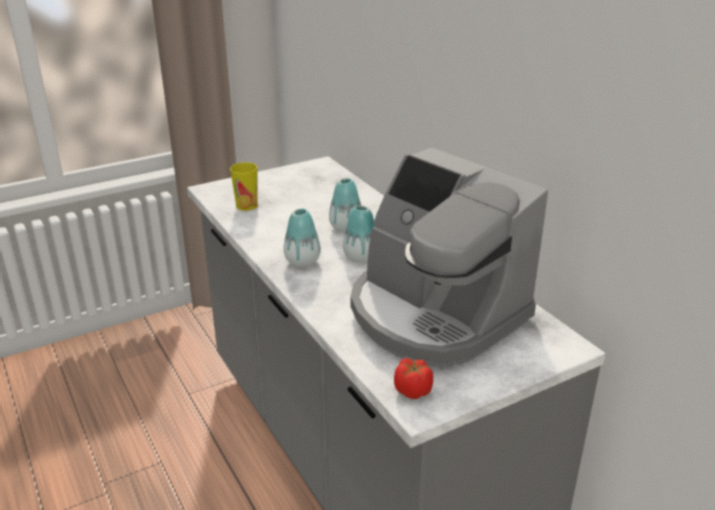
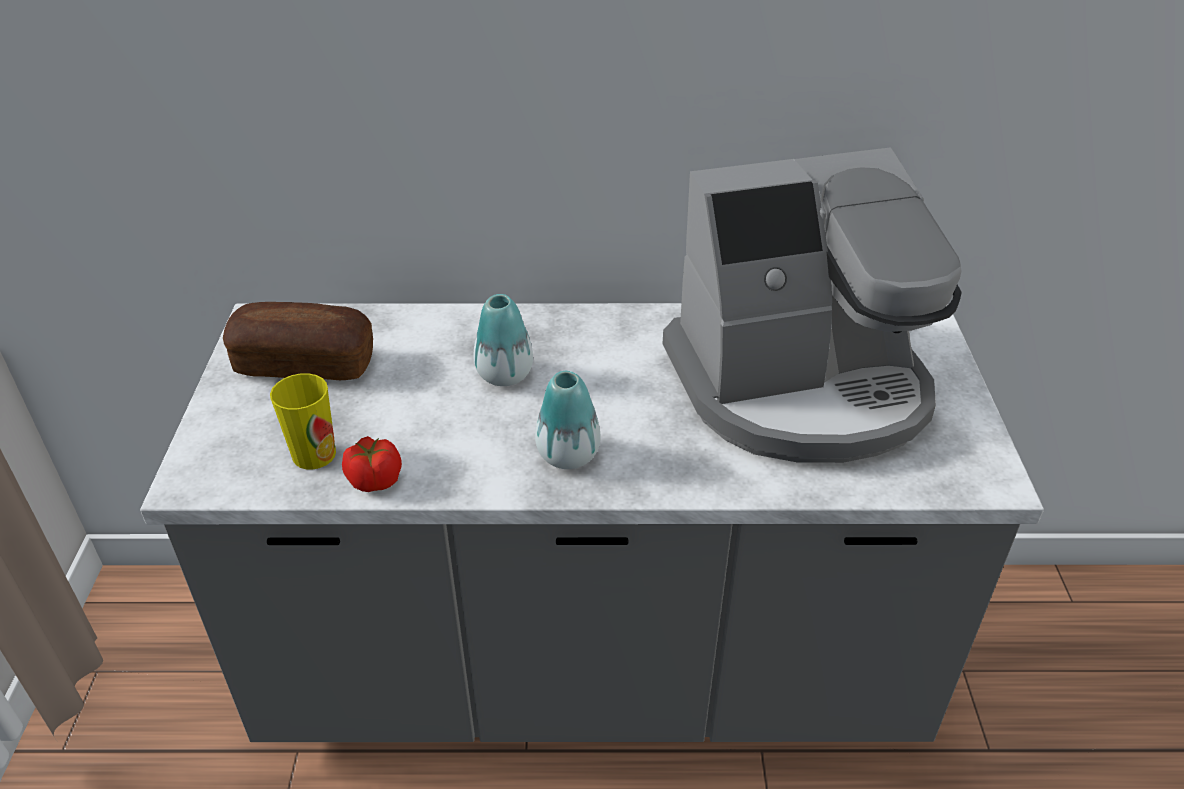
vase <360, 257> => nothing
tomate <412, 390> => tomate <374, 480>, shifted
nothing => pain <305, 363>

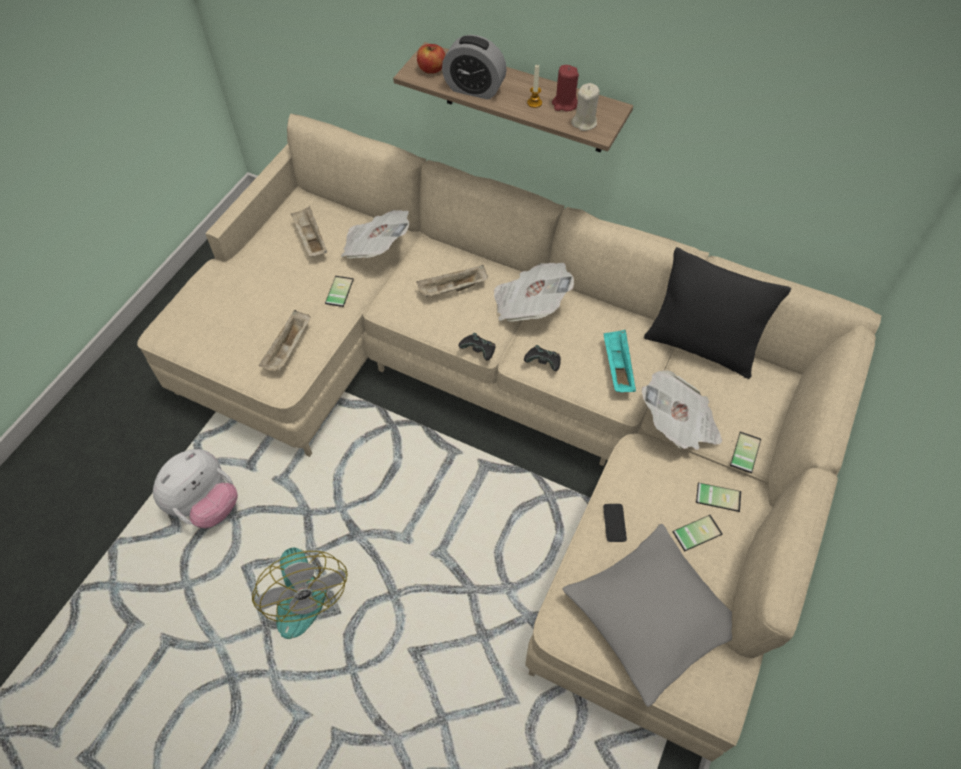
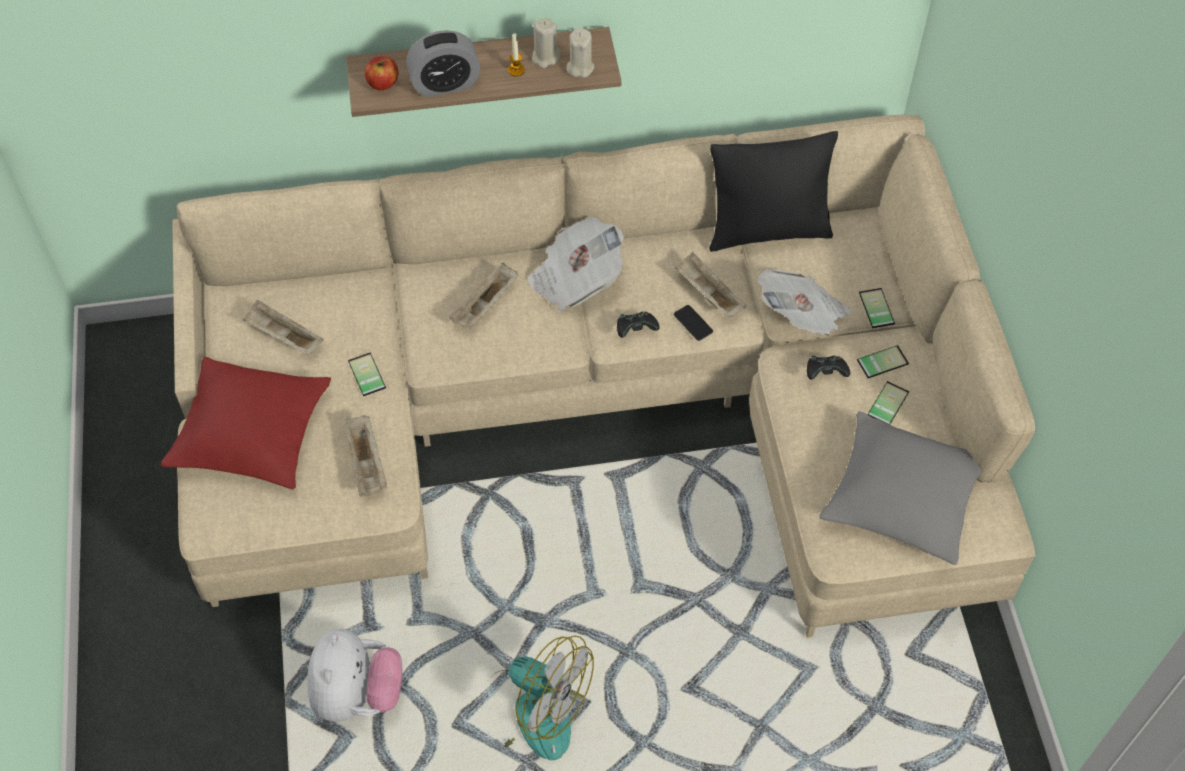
bougie/rouge <564, 104> => bougie/beige <545, 57>
journal <376, 247> => nothing
plateau/turquoise <617, 367> => plateau/beige <707, 294>
manette/noir <479, 351> => manette/noir <825, 373>, shifted
téléphone <614, 523> => téléphone <693, 323>, shifted
nothing => coussin/rouge <251, 432>

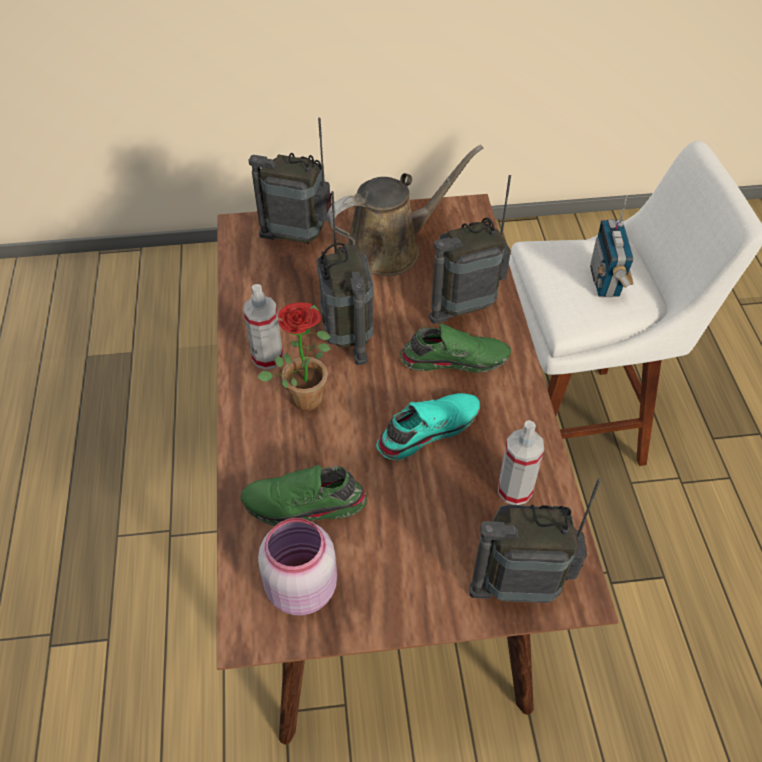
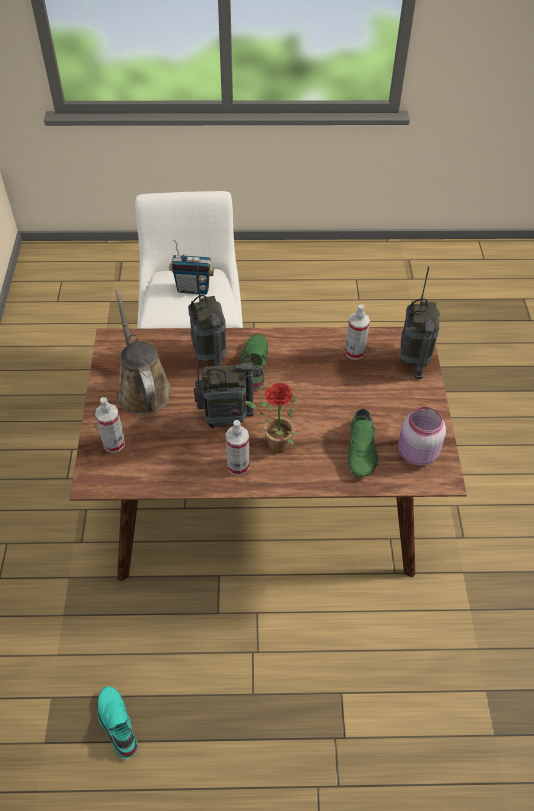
radio <298, 236> => vaporisateur <114, 444>
chaussure/turquoise <427, 429> => chaussure/turquoise <116, 724>, shifted

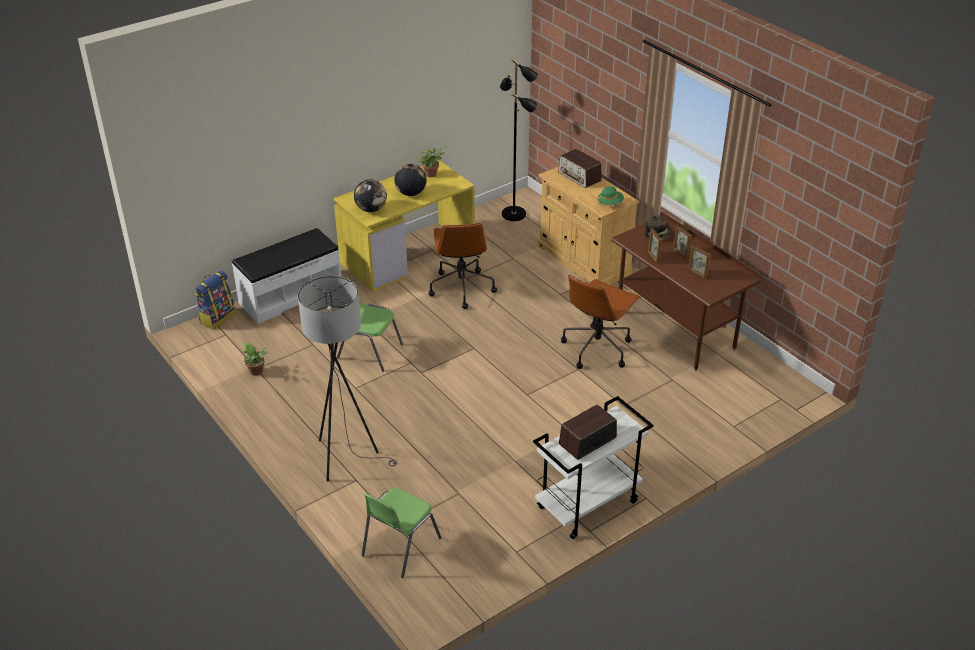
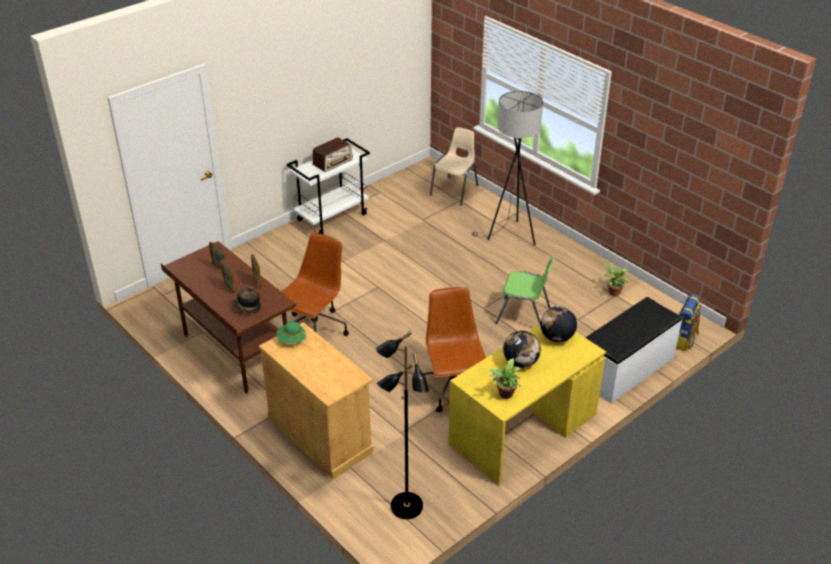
radio <579, 177> => nothing
chaise/vert <399, 547> => chaise/beige <455, 190>

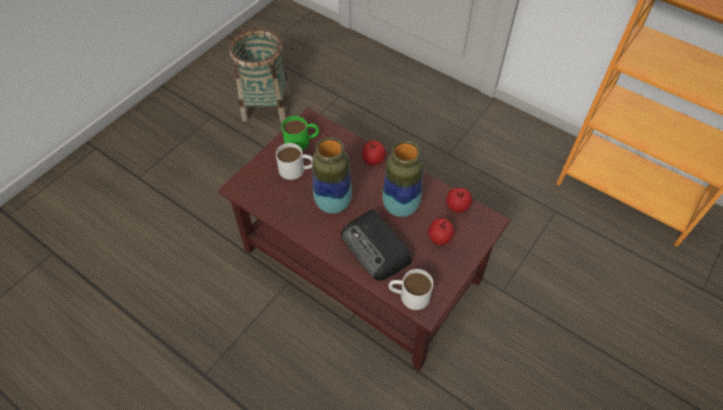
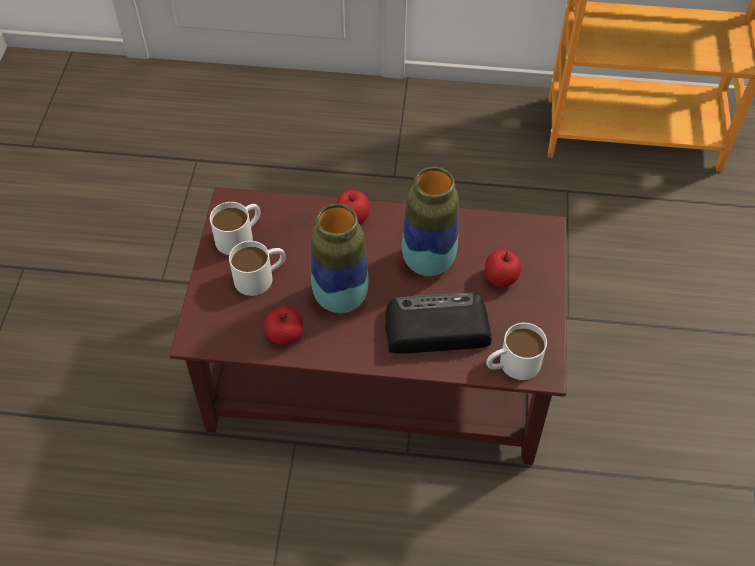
panier <266, 106> => nothing
mug/vert <302, 141> => mug/blanc <240, 235>
pomme <457, 206> => pomme <285, 335>, shifted
radio <376, 248> => radio <435, 328>, 150 degrees clockwise

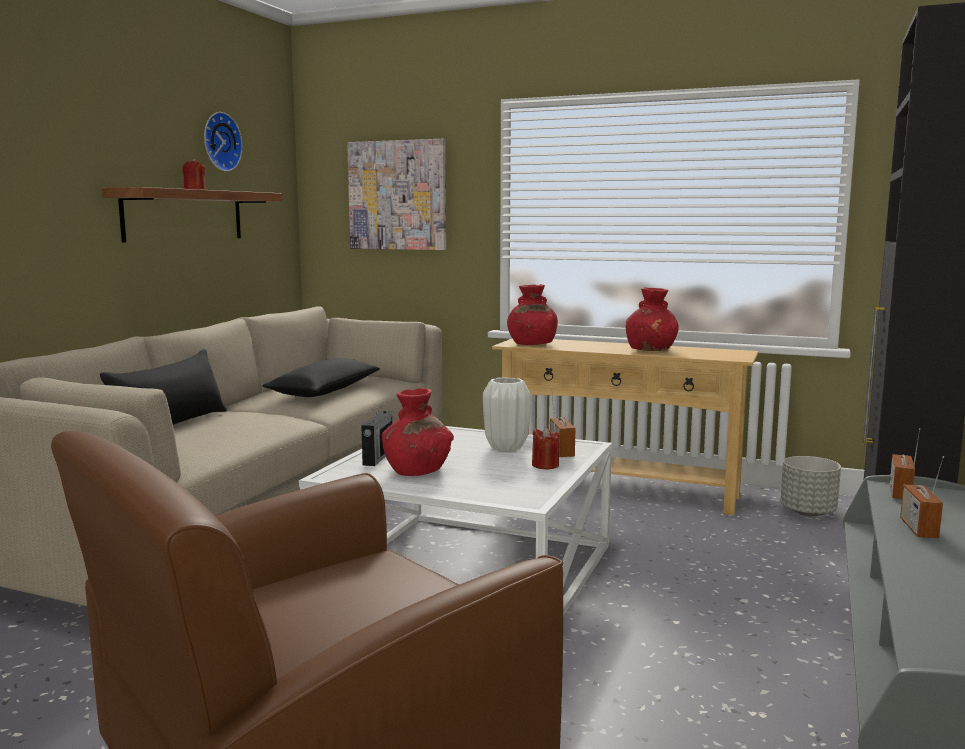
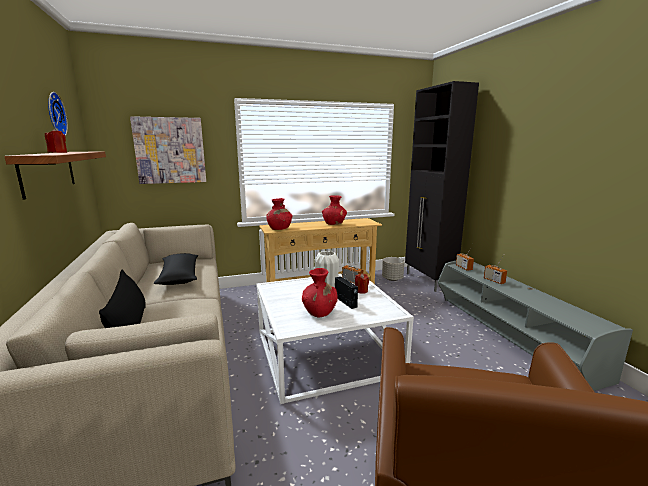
radio <377, 457> => radio <345, 302>, shifted

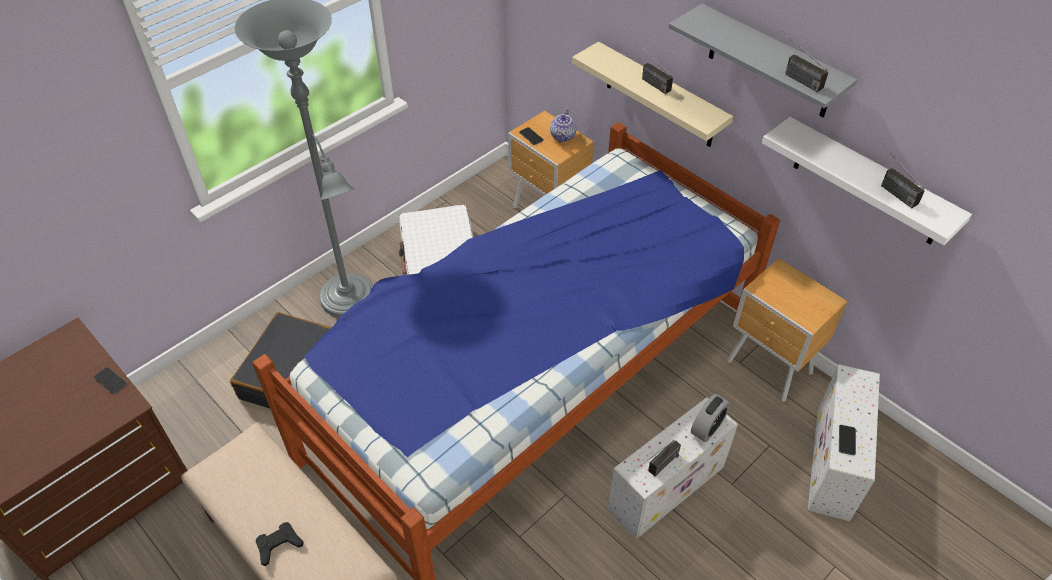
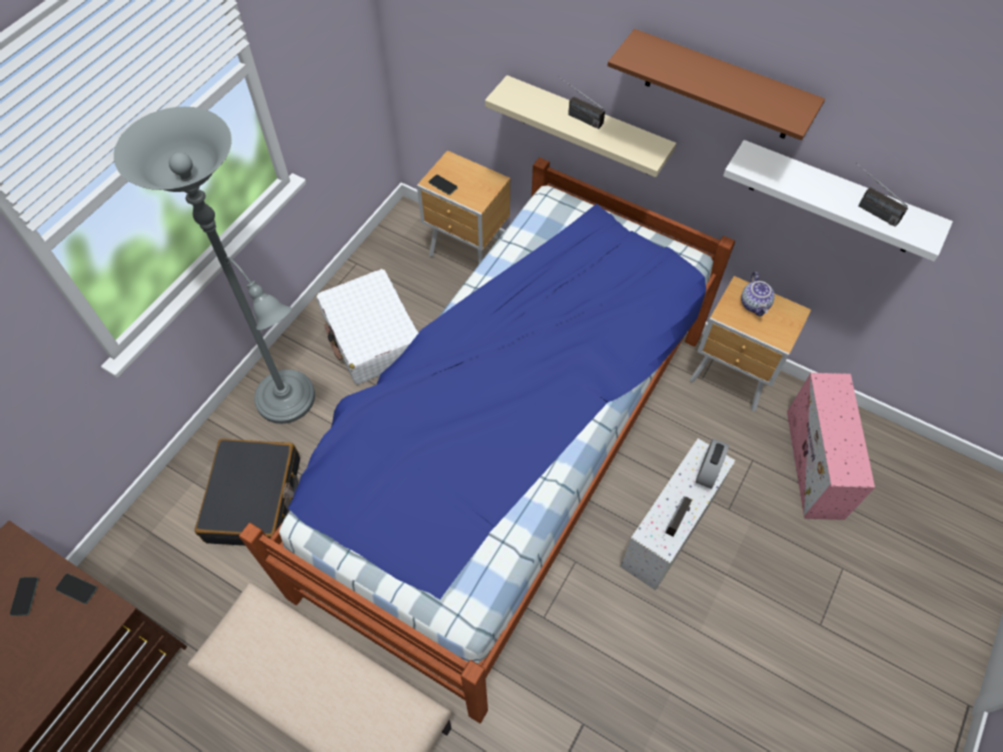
étagère/gris <770, 63> => étagère/marron <720, 86>
radio <794, 76> => nothing
théière <563, 136> => théière <755, 304>, shifted
boîte de rangement/blanc <833, 464> => boîte de rangement/rose <815, 465>
téléphone <847, 440> => téléphone <24, 596>, shifted
manette/noir <279, 545> => nothing

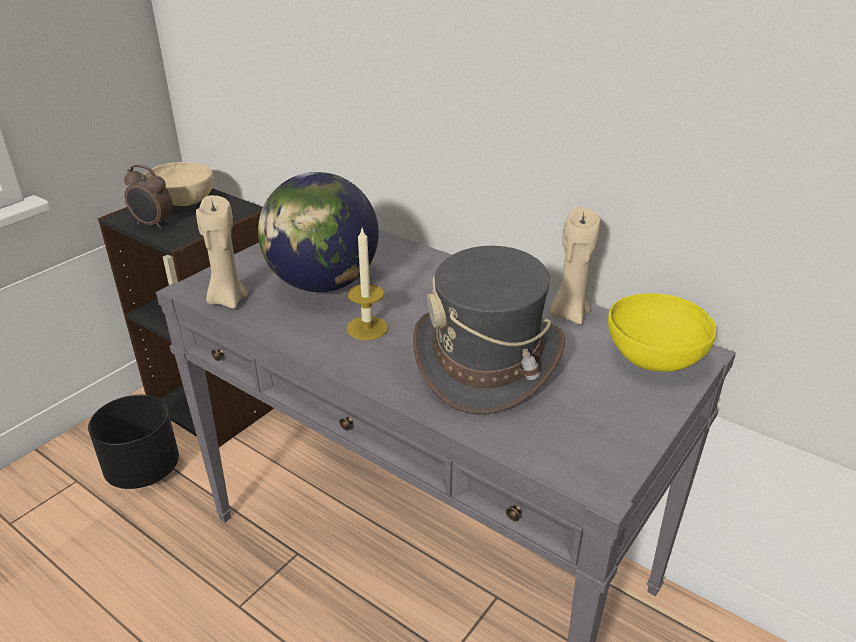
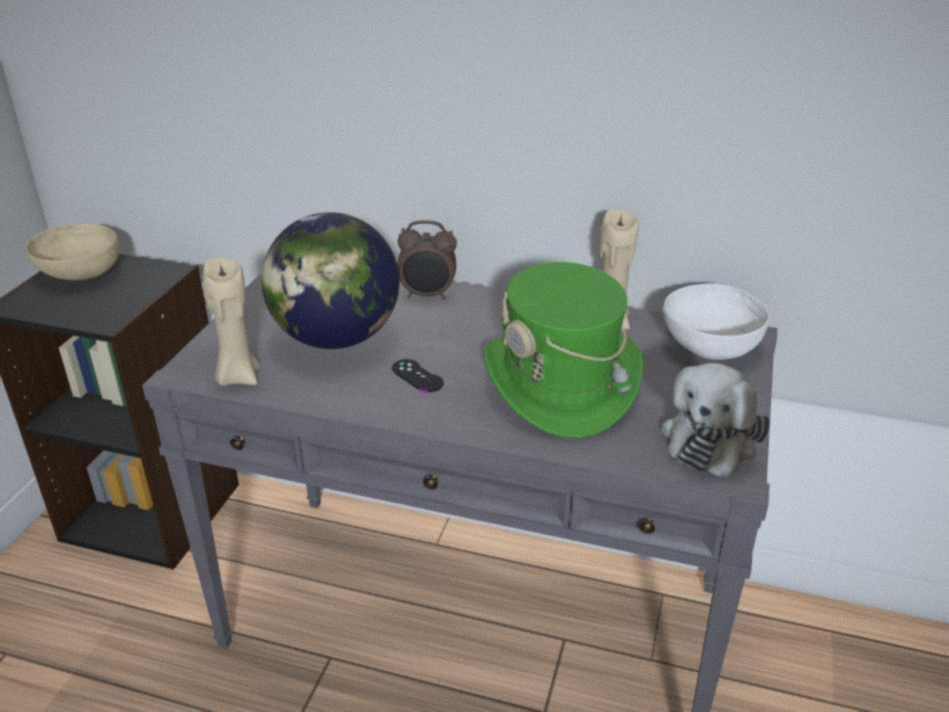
réveil <153, 225> => réveil <428, 295>, shifted
bougie <367, 328> => manette/noir <417, 376>
chapeau/gris <488, 361> => chapeau/vert <561, 384>
bol/jaune <654, 355> => bol/blanc <710, 345>
cache-pot/noir <143, 470> => nothing
nothing => peluche <711, 438>

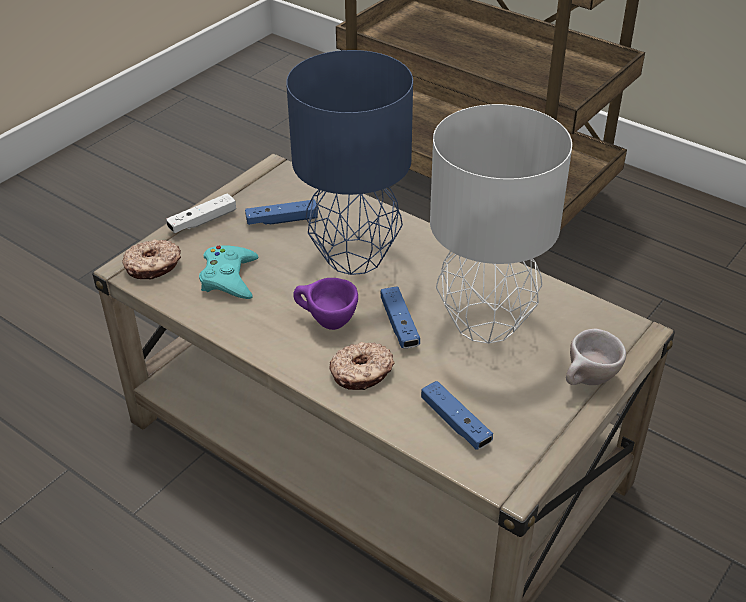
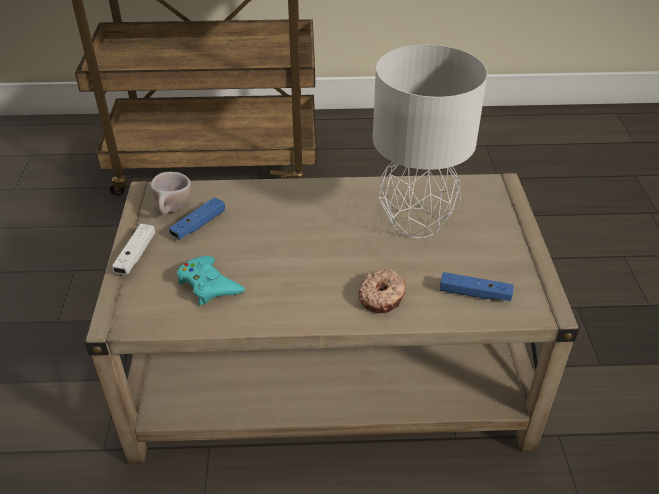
lampe de table/bleu <357, 256> => nothing
beignet <153, 267> => nothing
tasse/violet <325, 322> => nothing
manette/bleu <399, 325> => nothing
tasse/beige <587, 382> => tasse/beige <173, 211>, shifted

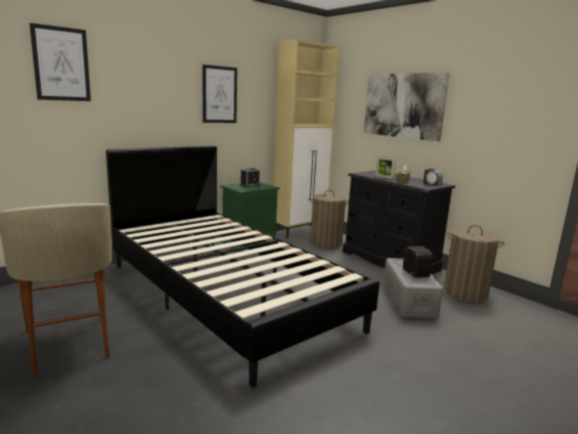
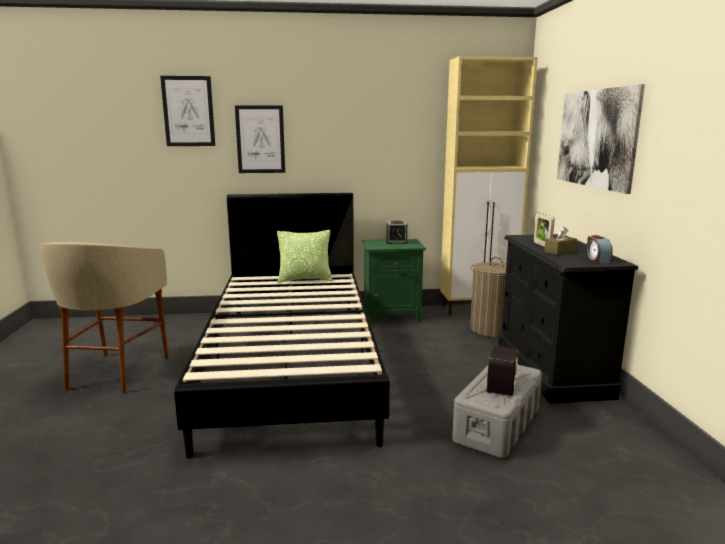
tableau <219, 94> => tableau <260, 139>, shifted
panier à linge <465, 293> => nothing
nothing => coussin <305, 279>

